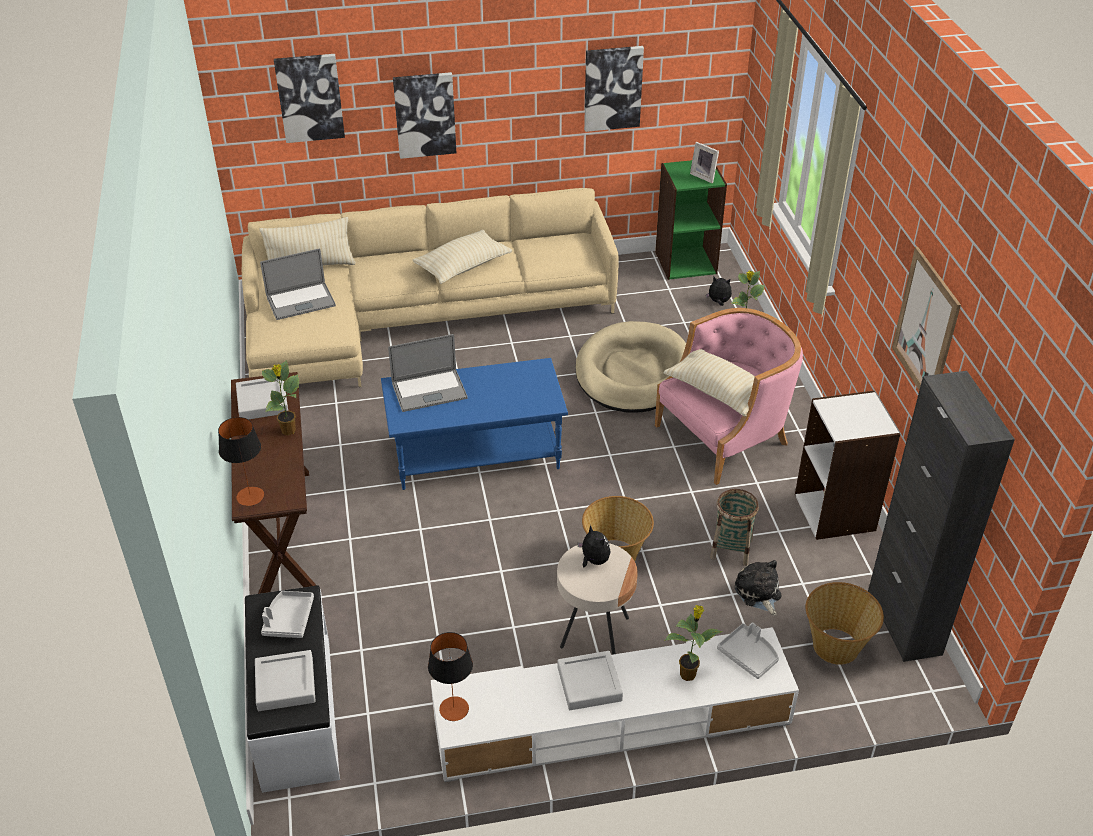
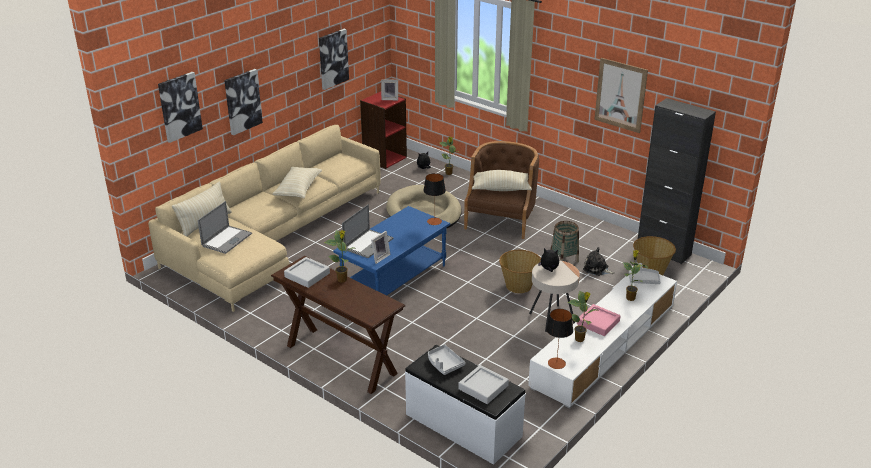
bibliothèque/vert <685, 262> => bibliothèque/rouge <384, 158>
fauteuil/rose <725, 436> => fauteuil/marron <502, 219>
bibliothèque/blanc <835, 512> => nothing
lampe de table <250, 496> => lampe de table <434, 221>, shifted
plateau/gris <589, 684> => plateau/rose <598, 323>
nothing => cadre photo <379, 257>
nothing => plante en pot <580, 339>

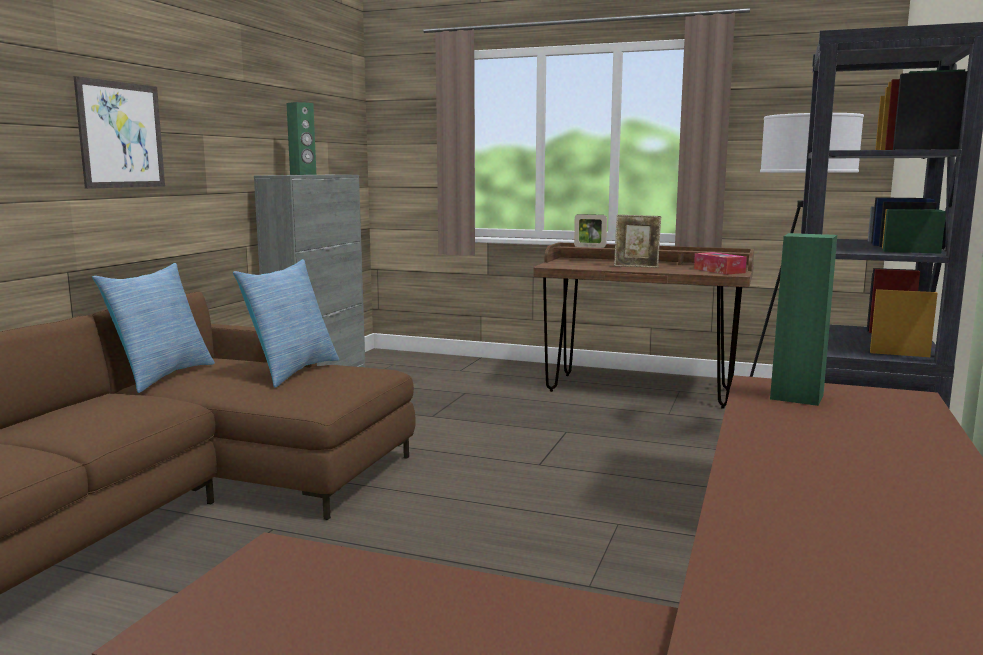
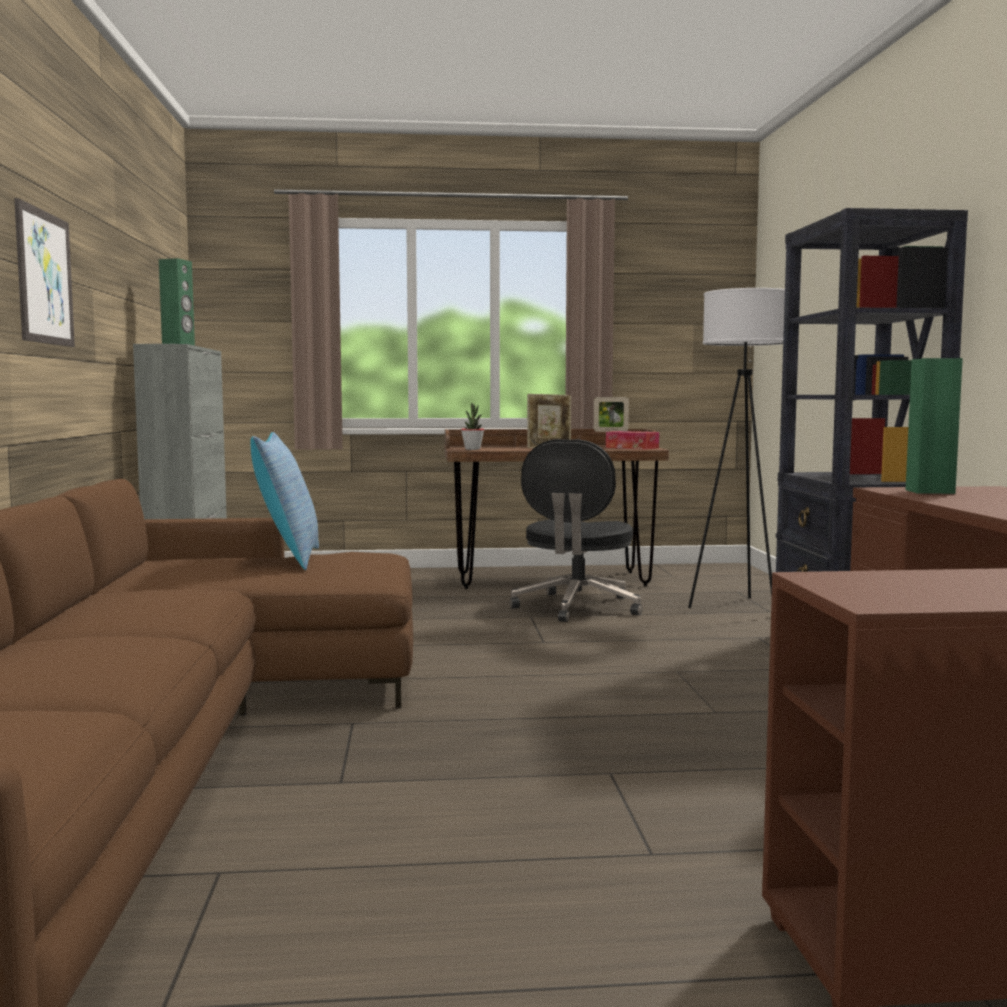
cadre photo <590, 247> => cadre photo <610, 431>, shifted
coussin <161, 376> => nothing
nothing => plante en pot <472, 449>
nothing => chaise de bureau/noir <577, 607>

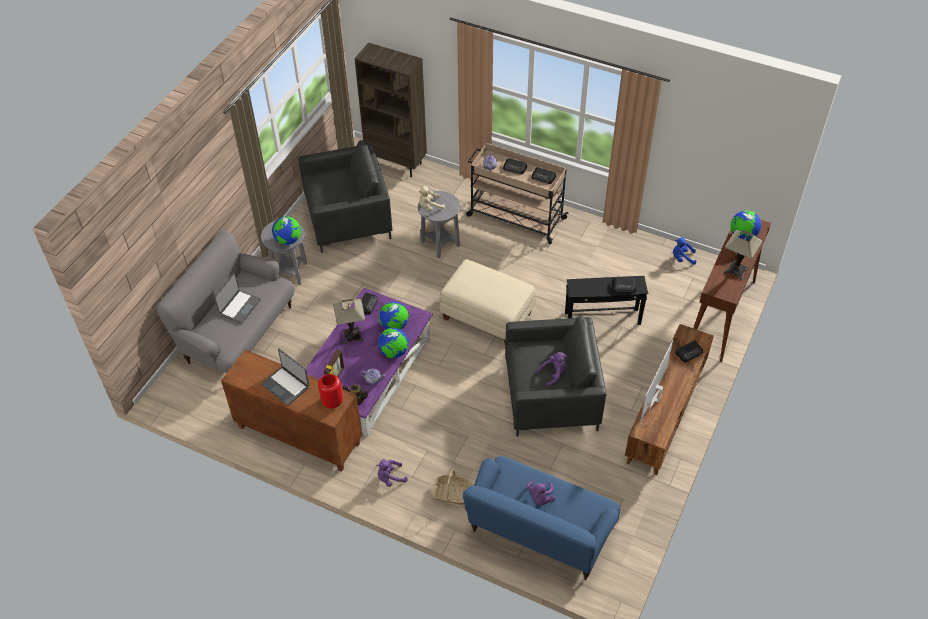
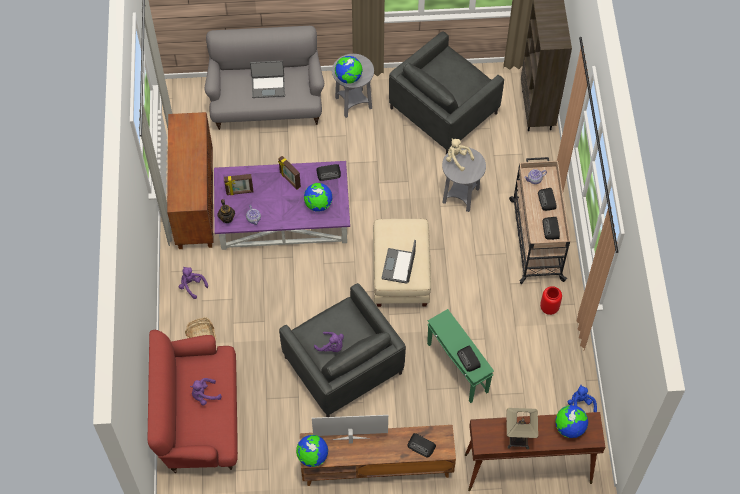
fauteuil/gris <348, 218> => fauteuil/gris <443, 110>, 90 degrees clockwise
table d'appoint/noir <602, 319> => table d'appoint/vert <457, 368>
lampe de table <352, 335> => cadre photo <289, 180>
globe <394, 352> => globe <312, 456>, shifted
ordinateur portable <286, 385> => ordinateur portable <399, 266>, shifted
vase/rouge <332, 402> => vase/rouge <549, 307>, shifted
canapé/bleu <539, 533> => canapé/rouge <199, 419>

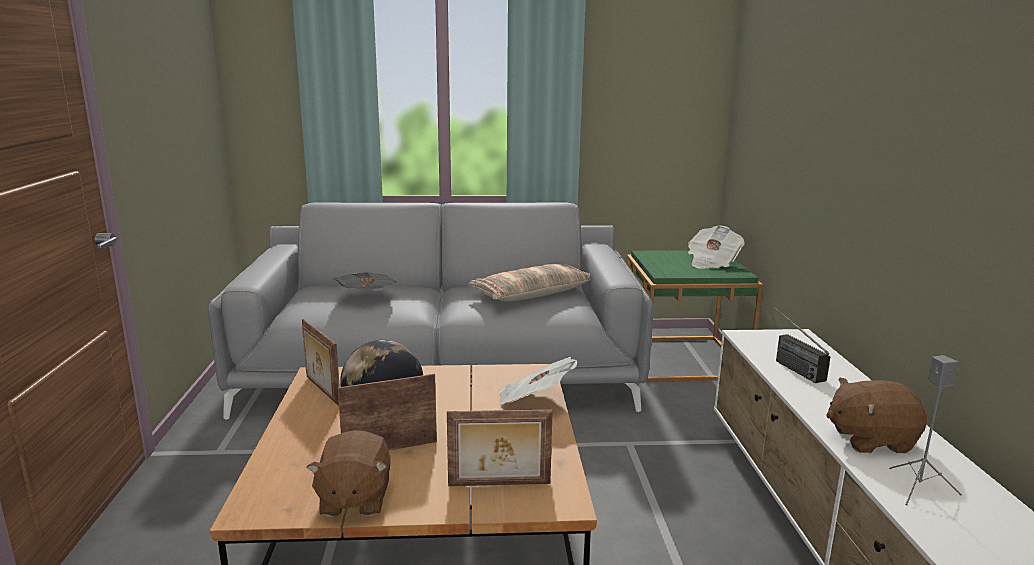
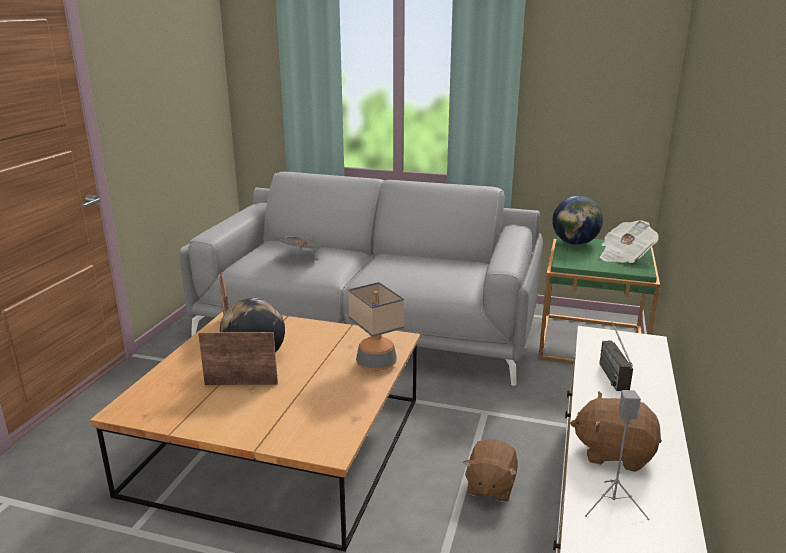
coussin <532, 294> => nothing
journal <533, 400> => lampe de table <376, 363>
cadre photo <499, 485> => nothing
peluche/marron <354, 499> => peluche/marron <490, 486>, shifted
nothing => globe <574, 243>

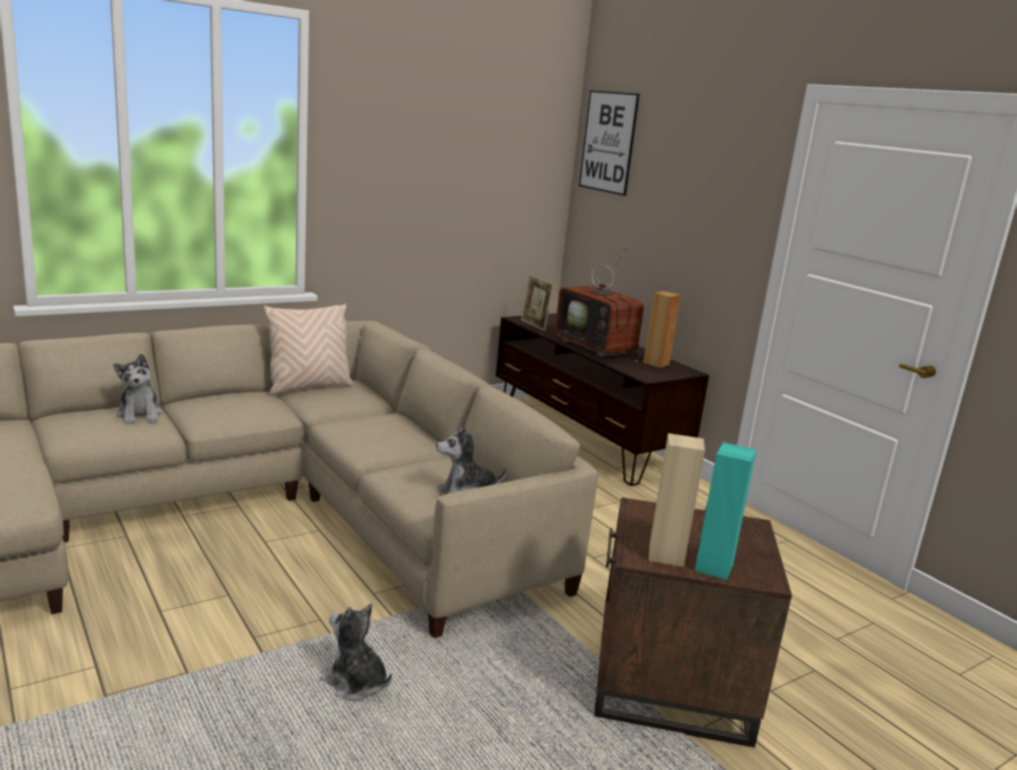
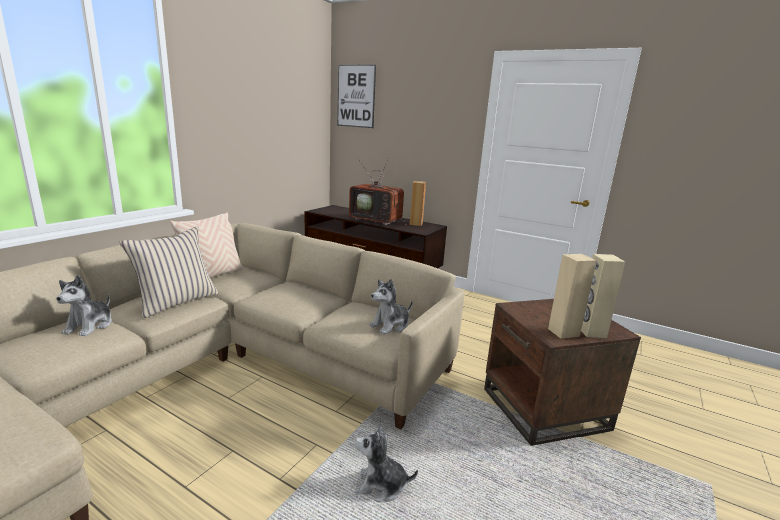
cadre photo <534, 325> => nothing
peluche <140, 415> => peluche <90, 326>, 60 degrees clockwise
enceinte/turquoise <713, 567> => enceinte/beige <591, 332>
nothing => coussin/beige <176, 302>

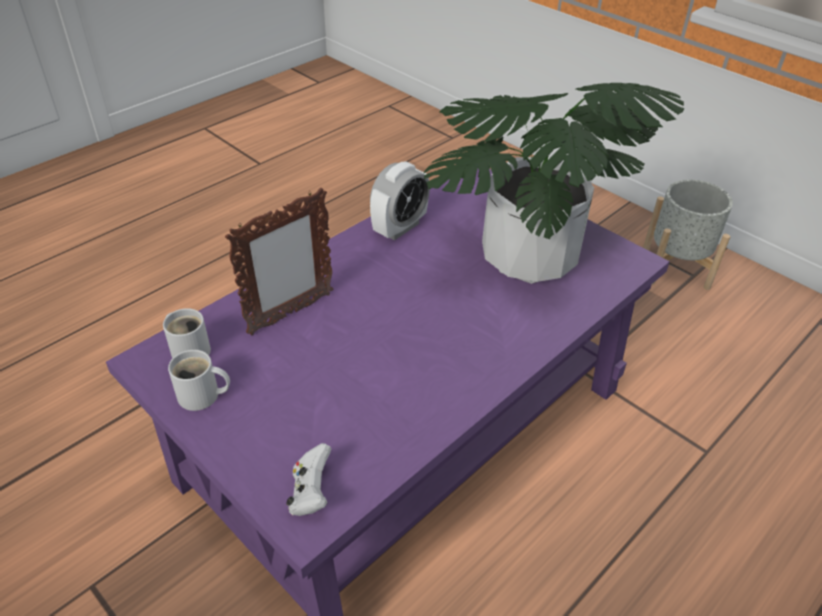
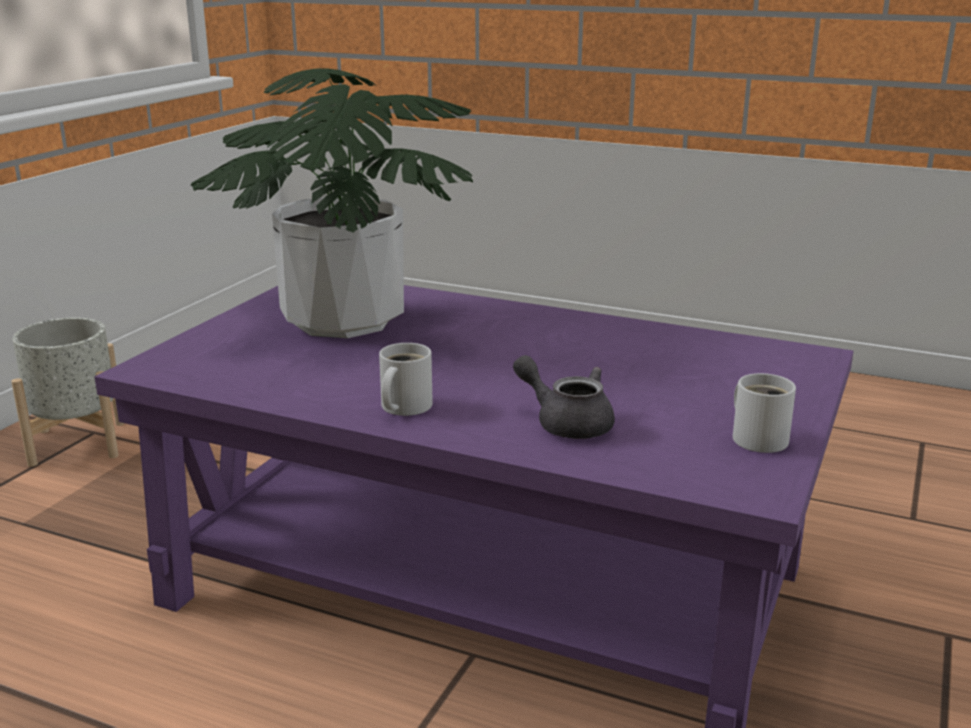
réveil <399, 228> => nothing
cadre photo <290, 314> => théière/gris <566, 423>
mug/blanc <190, 349> => mug/blanc <402, 407>, shifted
manette/blanc <311, 493> => nothing

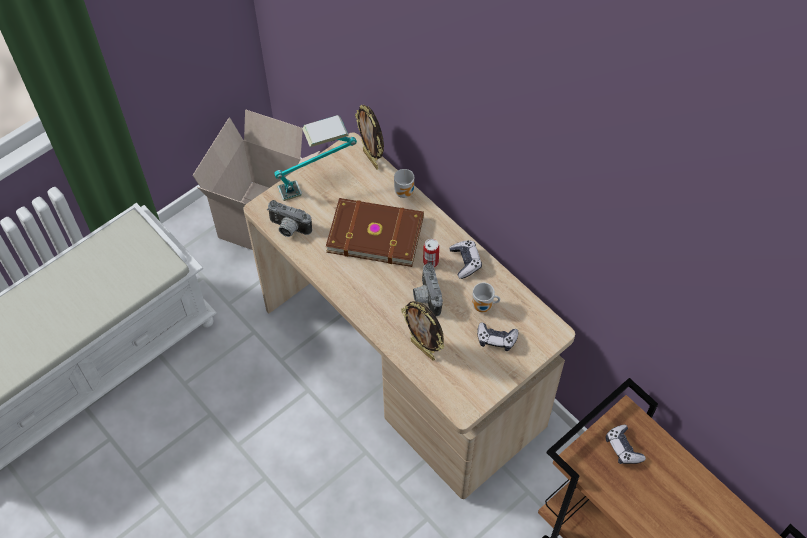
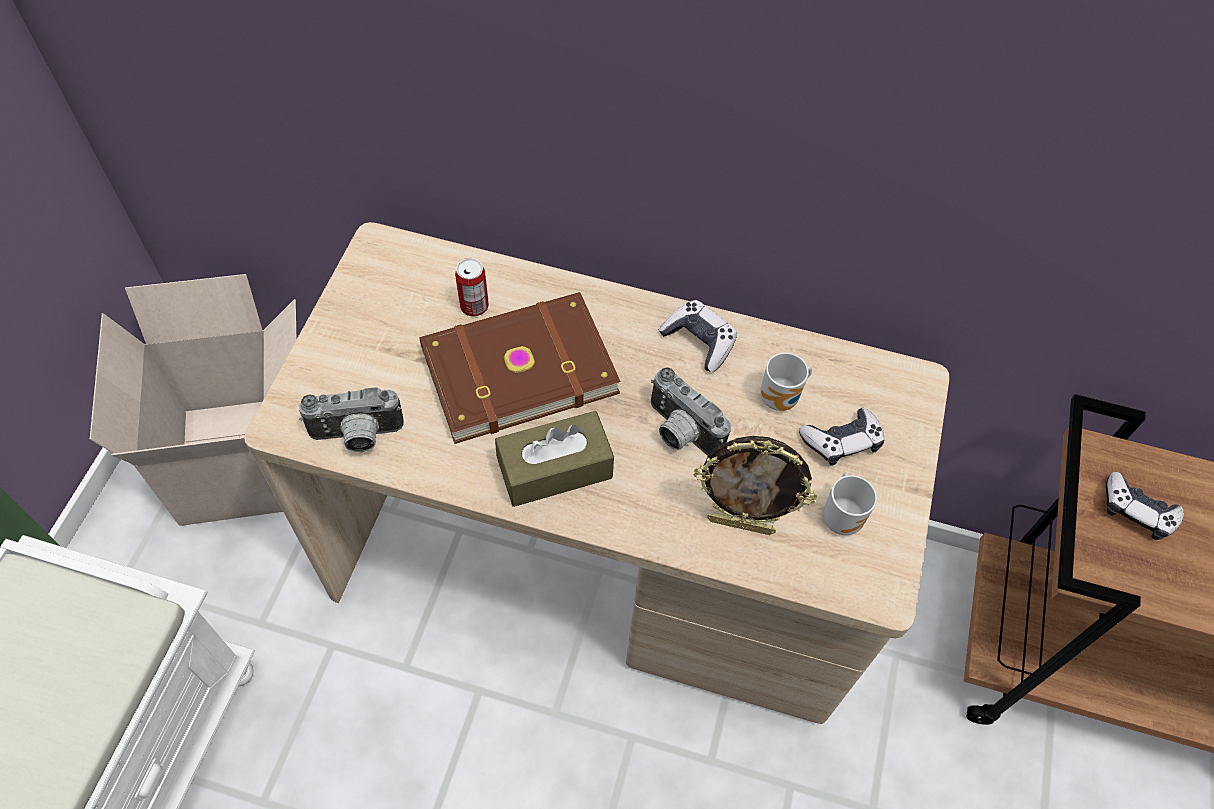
cadre photo <371, 159> => nothing
lampe de table <318, 183> => nothing
mug <405, 192> => mug <842, 517>, shifted
boîte métallique <430, 262> => boîte métallique <474, 306>, shifted
nothing => boîte à mouchoirs/marron <555, 469>

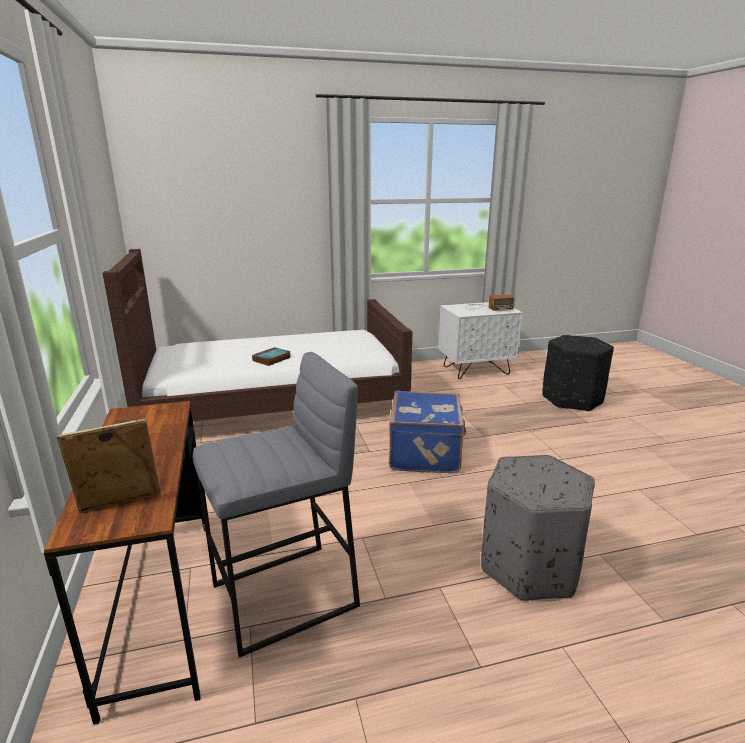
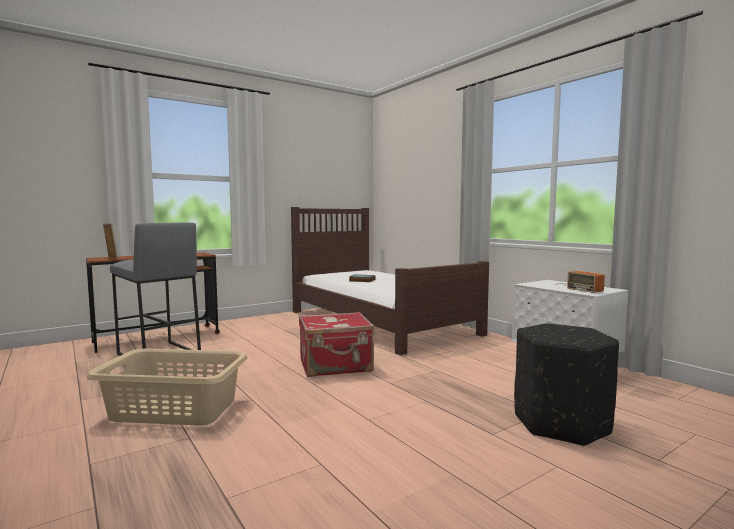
valise/bleu <426, 453> => valise/rouge <336, 366>
pouf/gris <529, 567> => panier à linge/beige <174, 409>

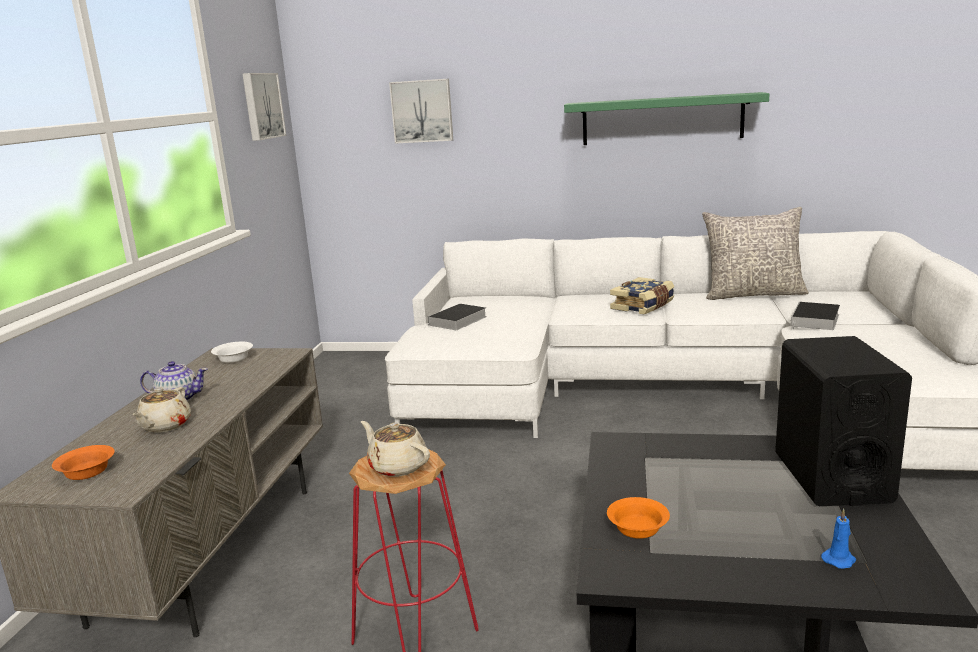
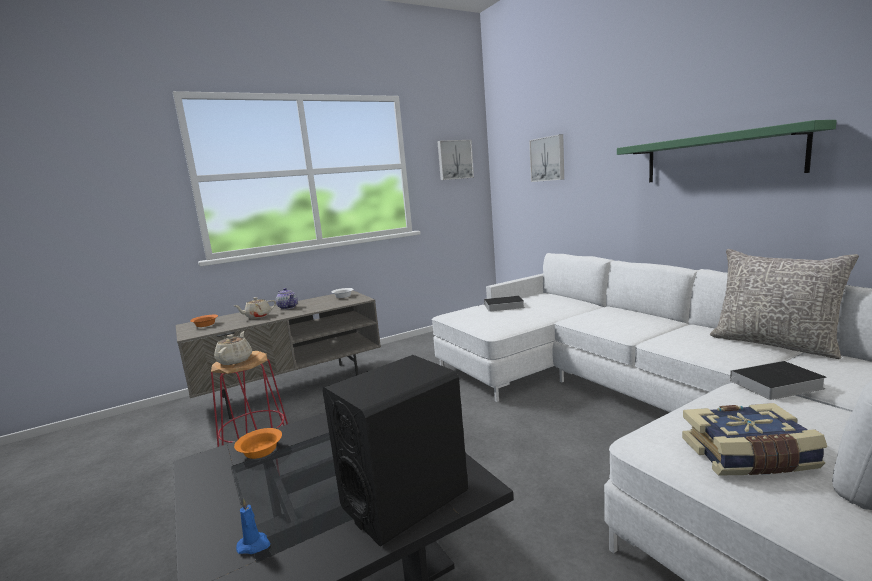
livre <643, 306> => livre <749, 457>, shifted

